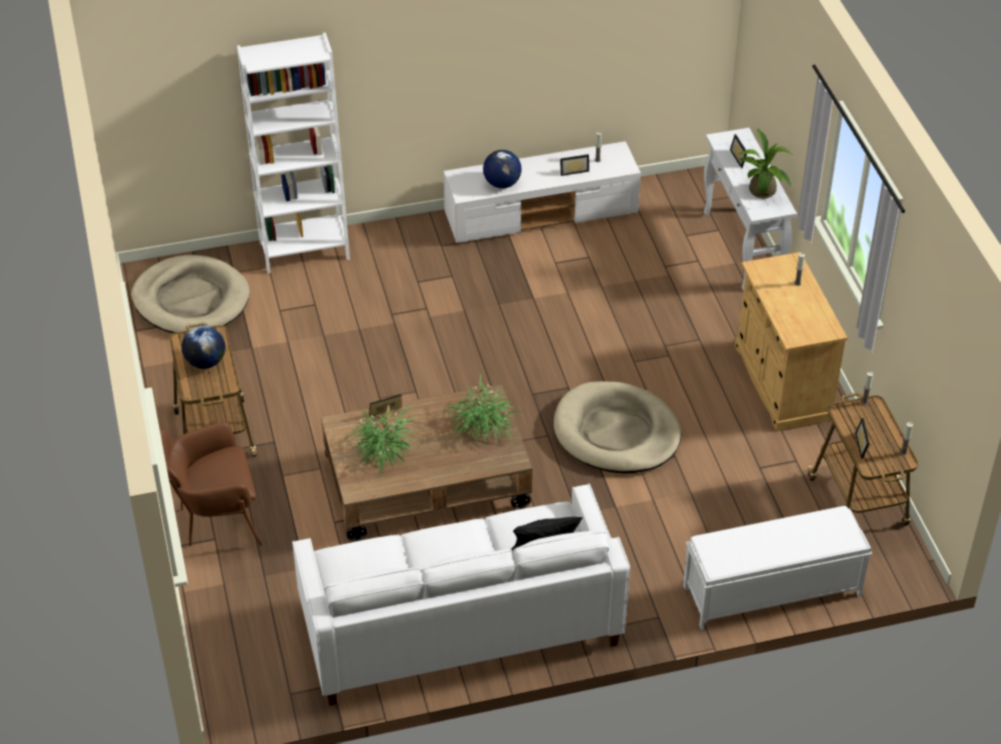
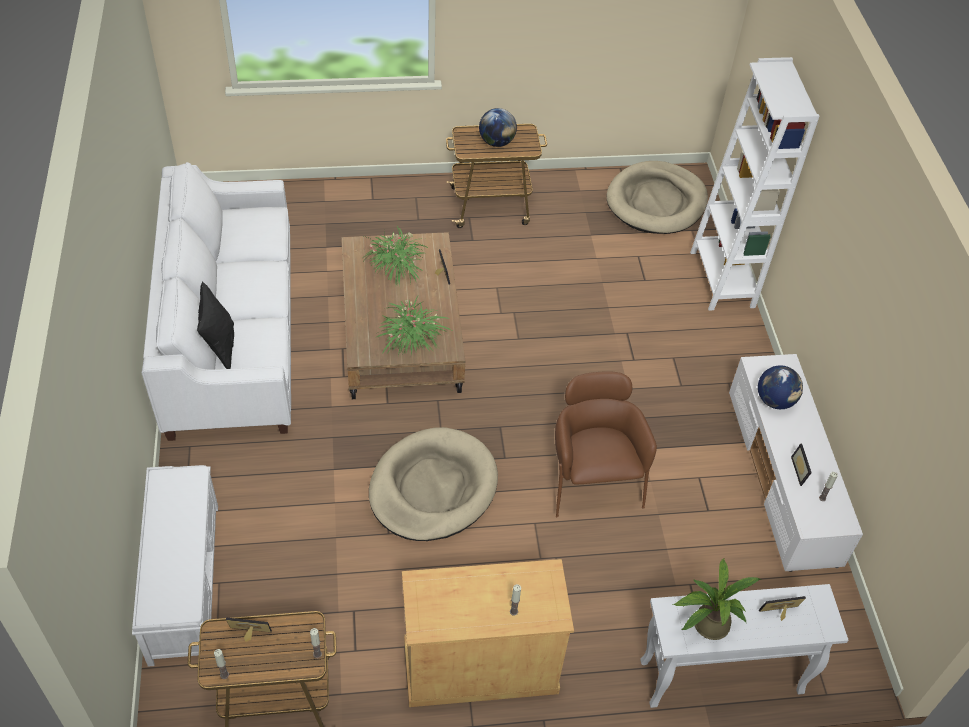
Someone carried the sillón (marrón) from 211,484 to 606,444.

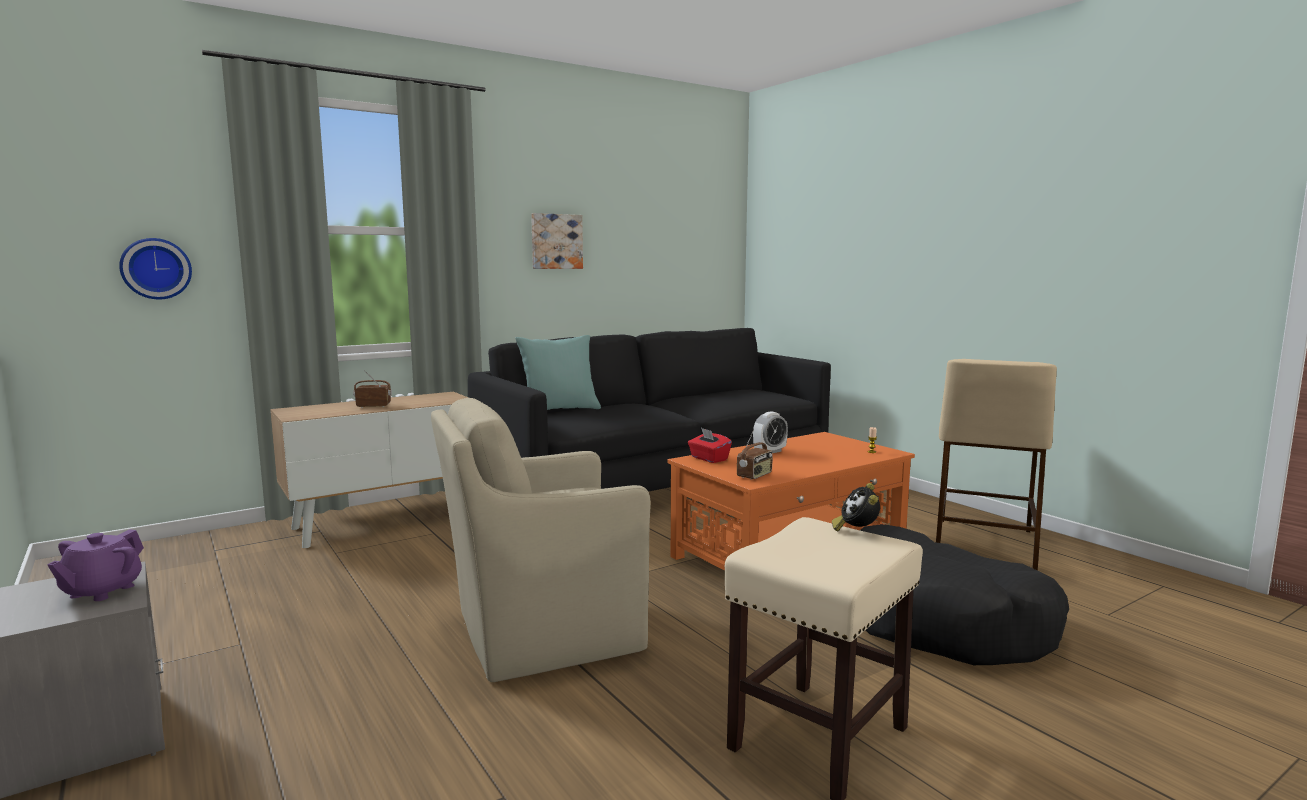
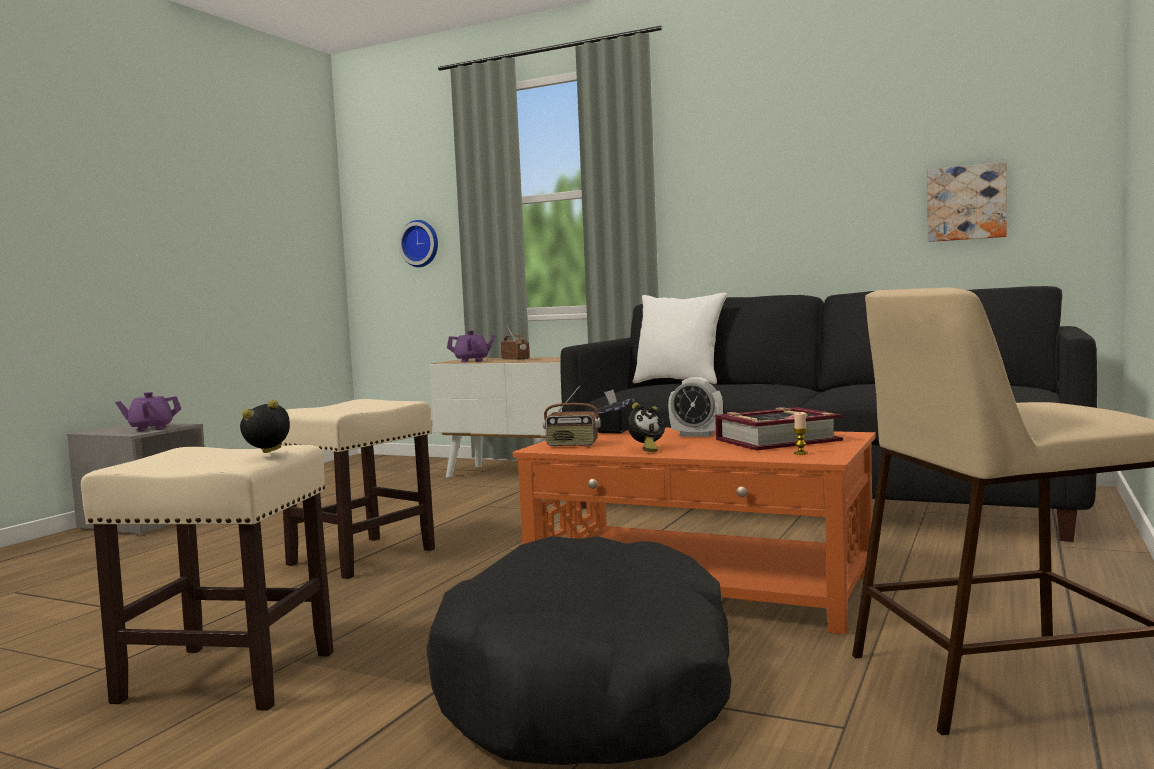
Someone put down the tetera (morado) at 471,346.
Someone put down the despertador at 646,427.
Someone put down the libro at 779,428.
Someone carried the cuadro from 557,241 to 967,202.
Someone swapped the sillón (beis) at 541,540 for the taburete (beis) at 357,489.
Someone repainted the cojín (turquesa) at 558,372, which became the cojín (blanco) at 679,338.
Someone repainted the caja de pañuelos (rojo) at 710,445, which became the caja de pañuelos (negro) at 615,411.

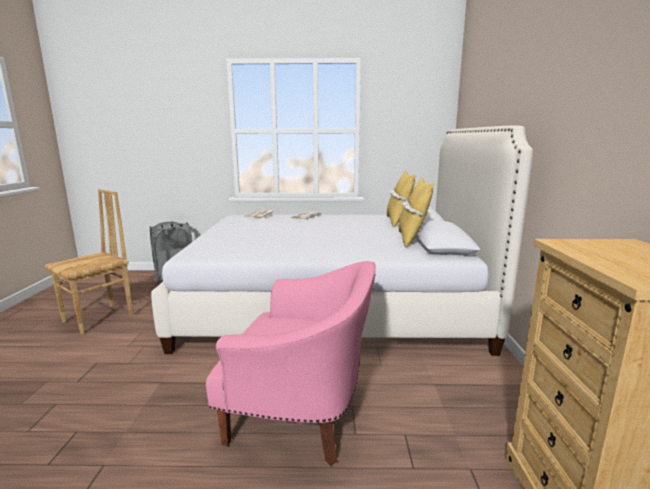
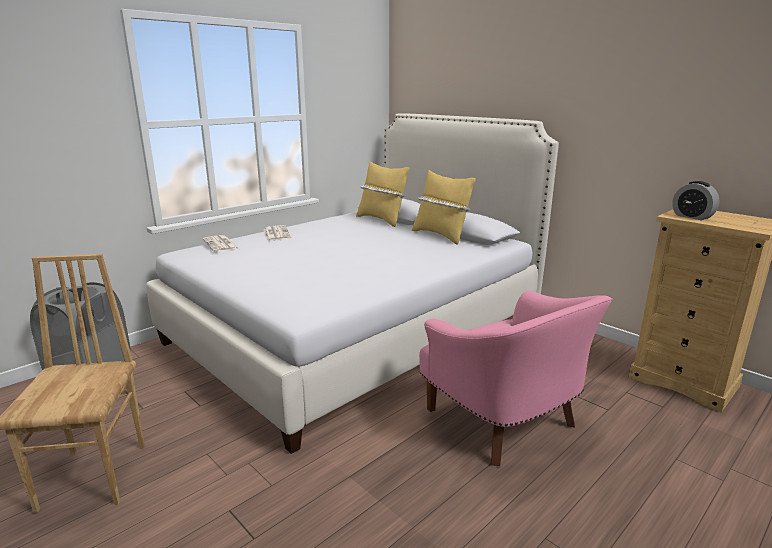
Someone put down the despertador at 695,200.
Someone rotated the sillón (rosa) at 291,363 by 90 degrees clockwise.

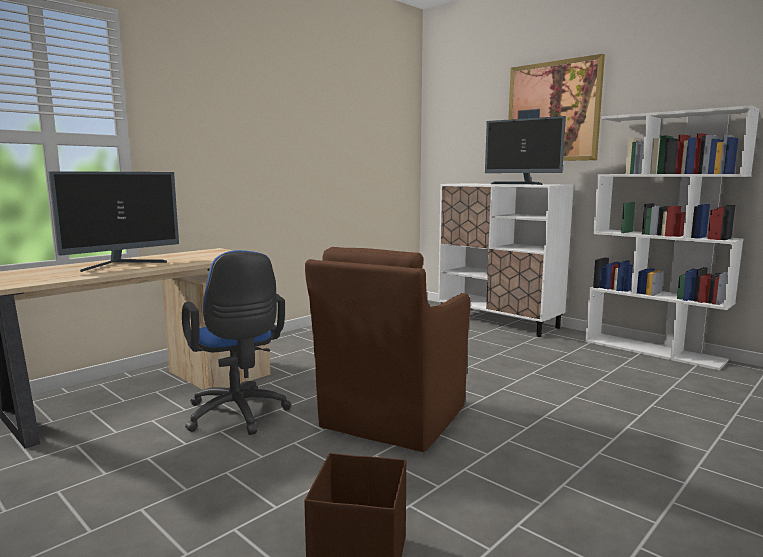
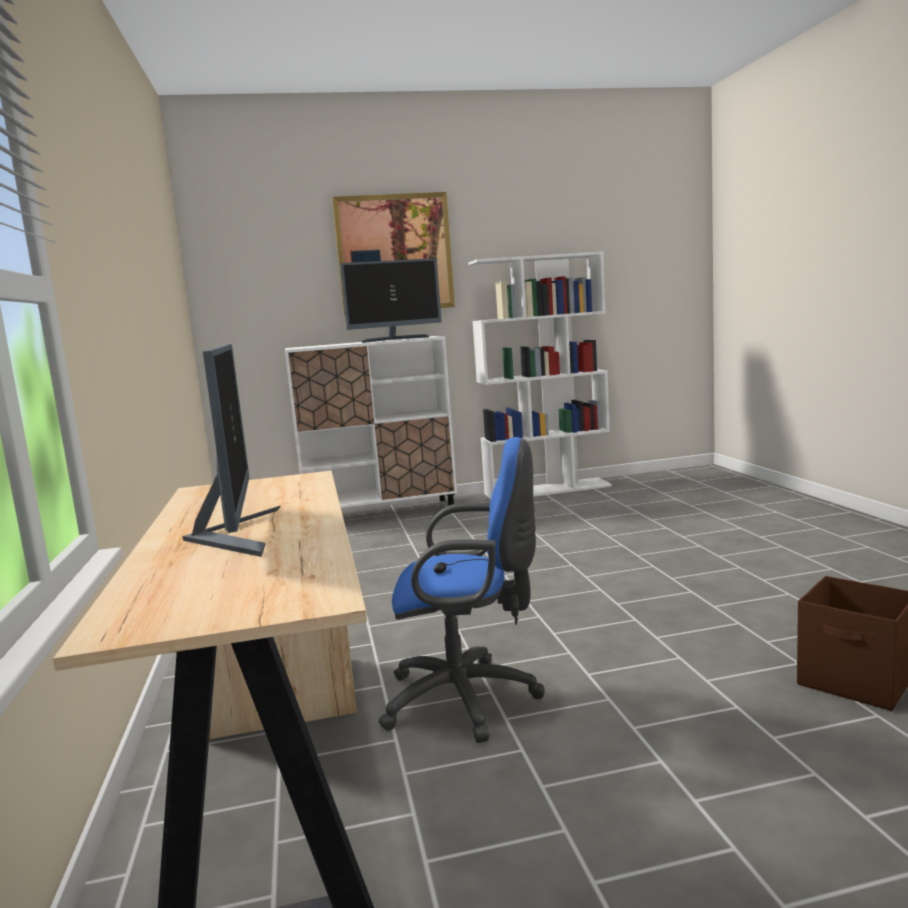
Someone took away the sillón (marrón) at 387,349.

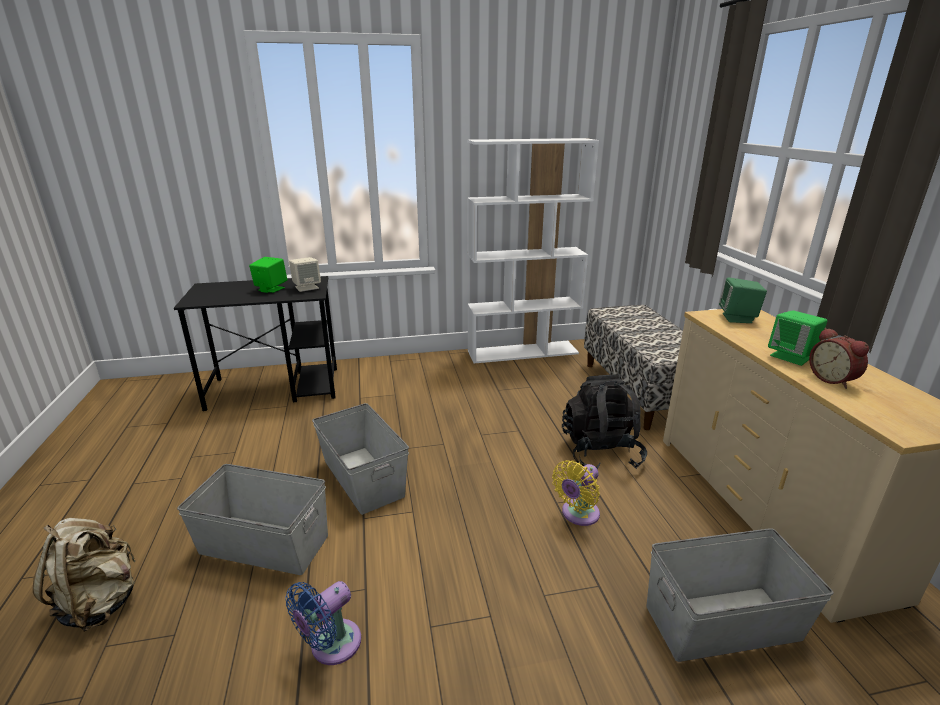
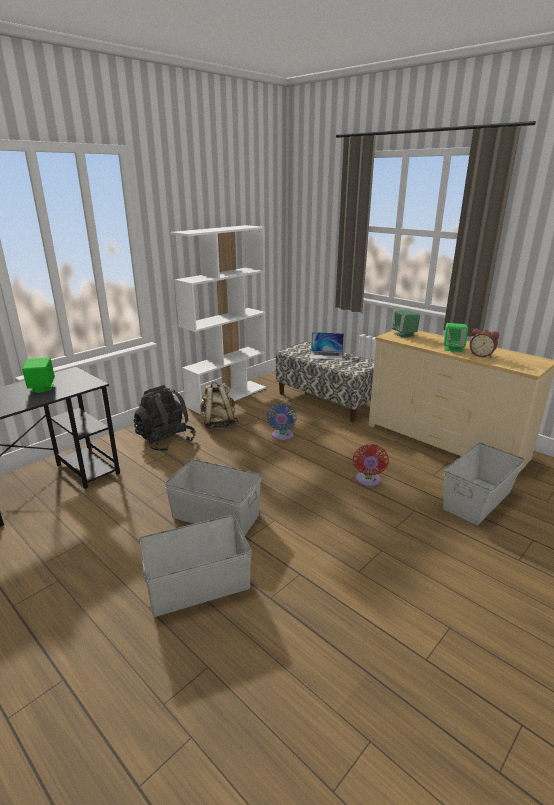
Someone took away the altavoz (beis) at 305,274.
Someone put down the portátil at 327,346.
Someone carried the mochila (beis) from 84,575 to 219,405.
Someone carried the ventilador (azul) from 323,623 to 282,421.
Someone carried the mochila (negro) from 604,422 to 165,418.
Someone repainted the ventilador (amarillo) at 576,493, which became the ventilador (rojo) at 371,465.

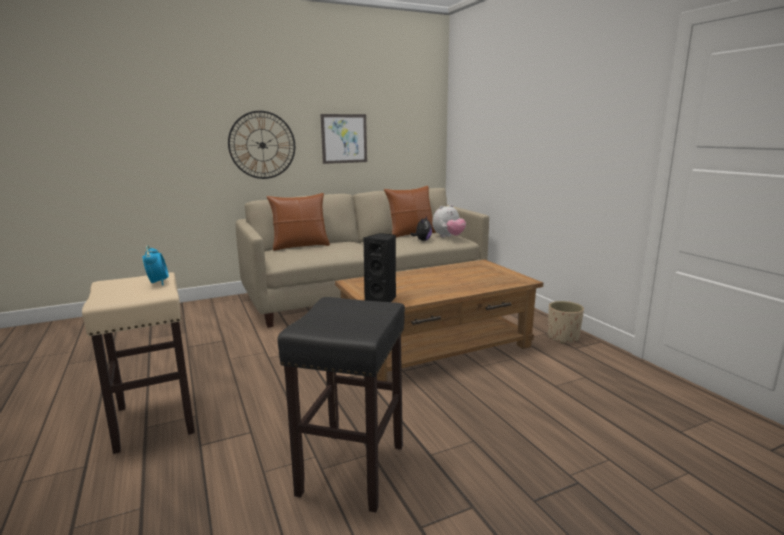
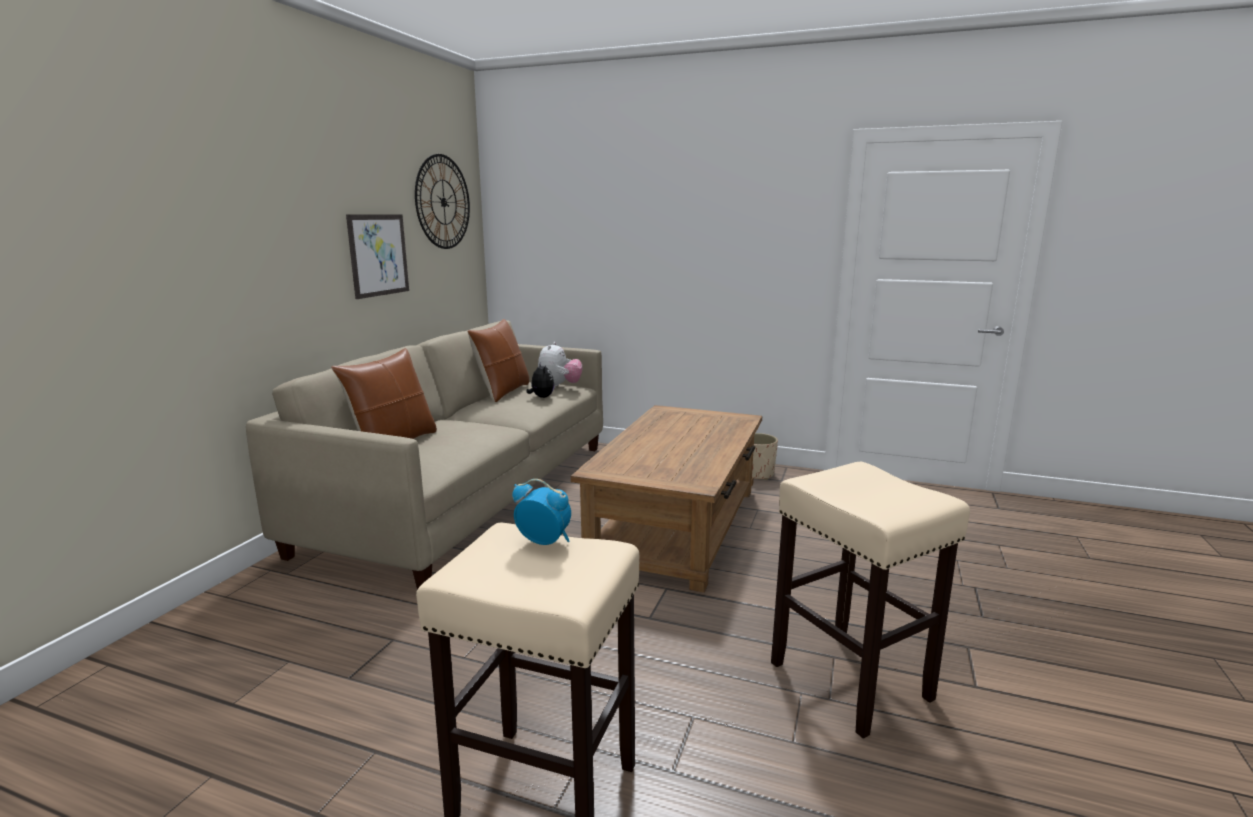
Someone took away the altavoz (negro) at 379,267.
Someone carried the reloj de pared from 261,145 to 442,201.
Someone repainted the taburete (negro) at 341,405, which became the taburete (beis) at 870,600.

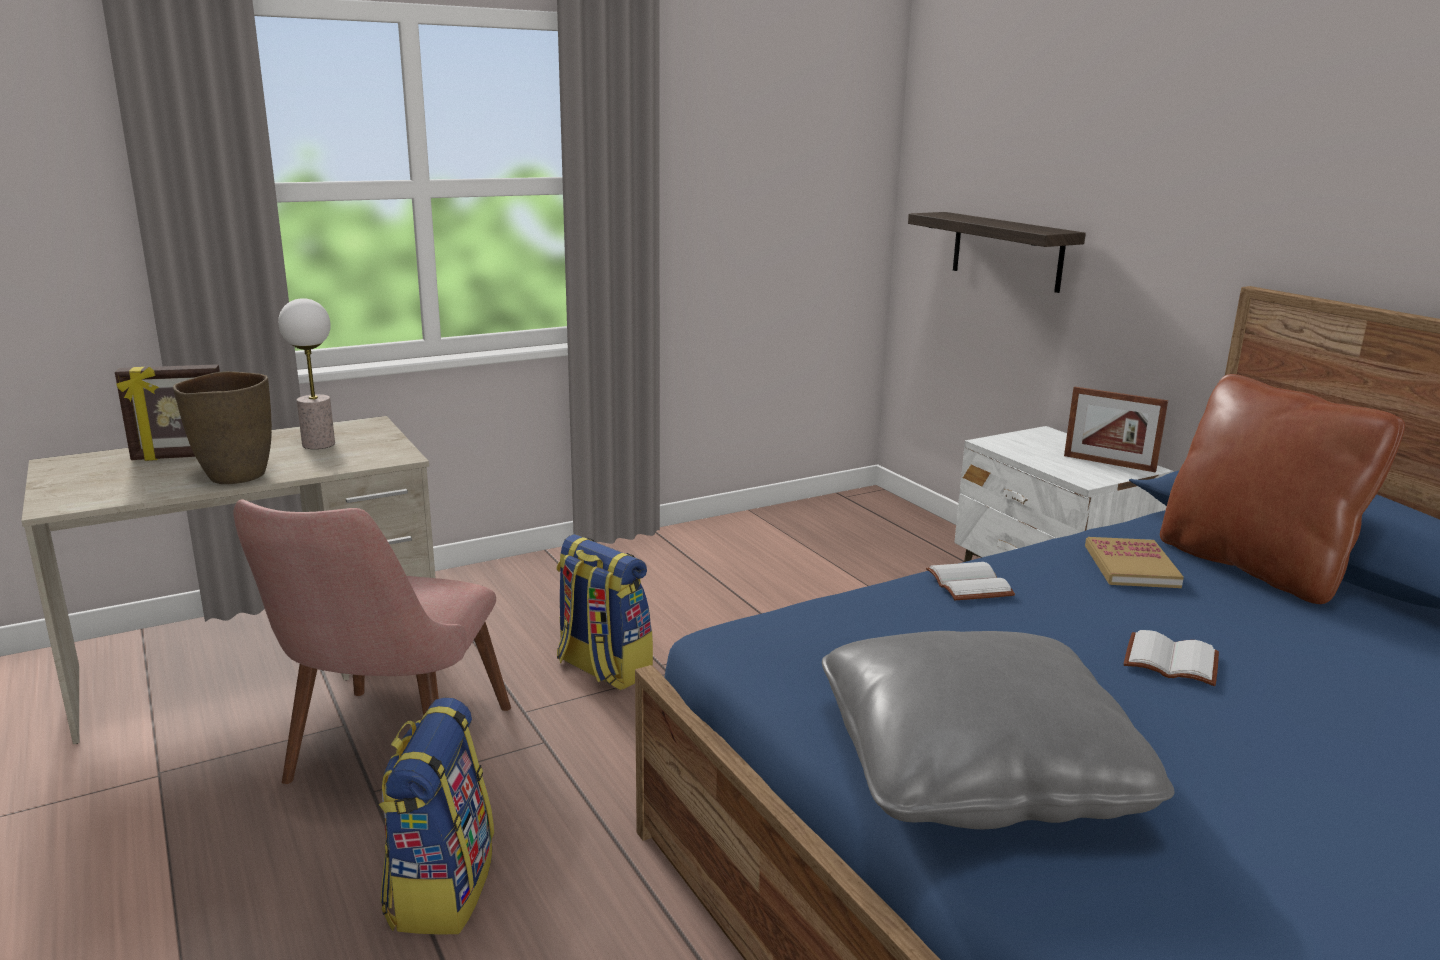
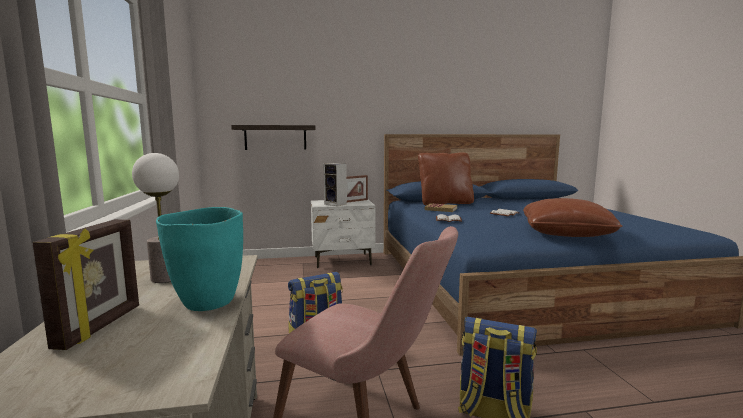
Someone put down the altavoz at 335,184.
Someone repainted the florero (marrón) at 222,427, which became the florero (turquesa) at 199,259.
Someone repainted the cojín (gris) at 998,730, which became the cojín (marrón) at 572,217.

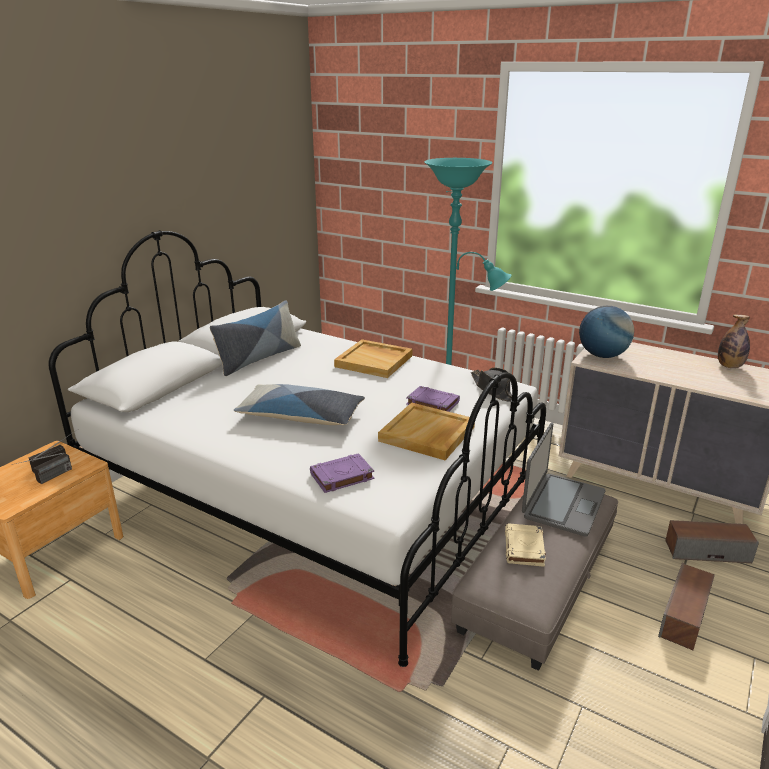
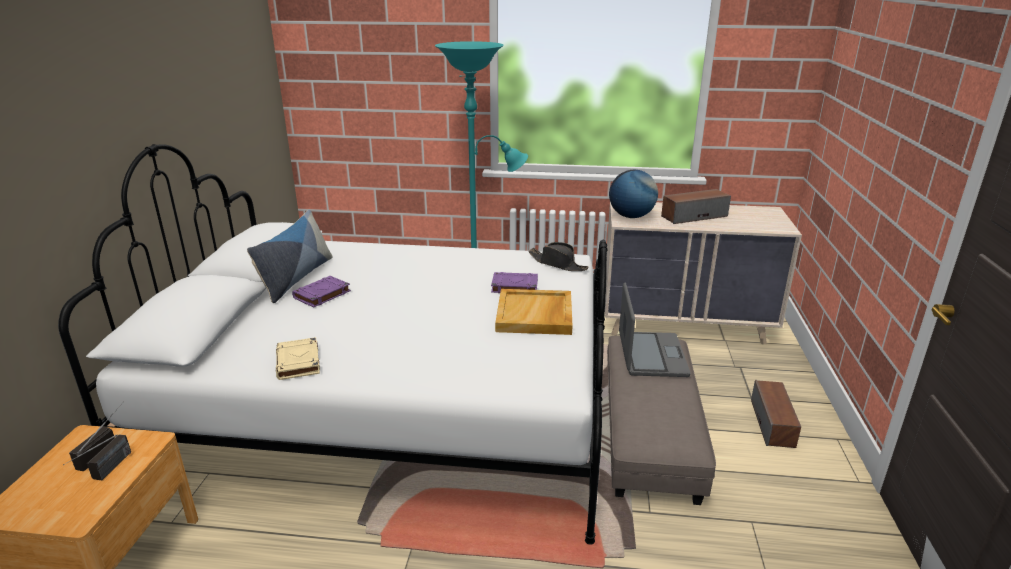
Someone took away the cojín at 299,404.
Someone took away the bandeja (beis) at 373,358.
Someone took away the botella at 734,341.
Someone carried the libro (morado) from 342,473 to 321,292.
Someone carried the libro (beis) from 525,545 to 298,358.
Someone carried the altavoz from 712,541 to 696,206.

